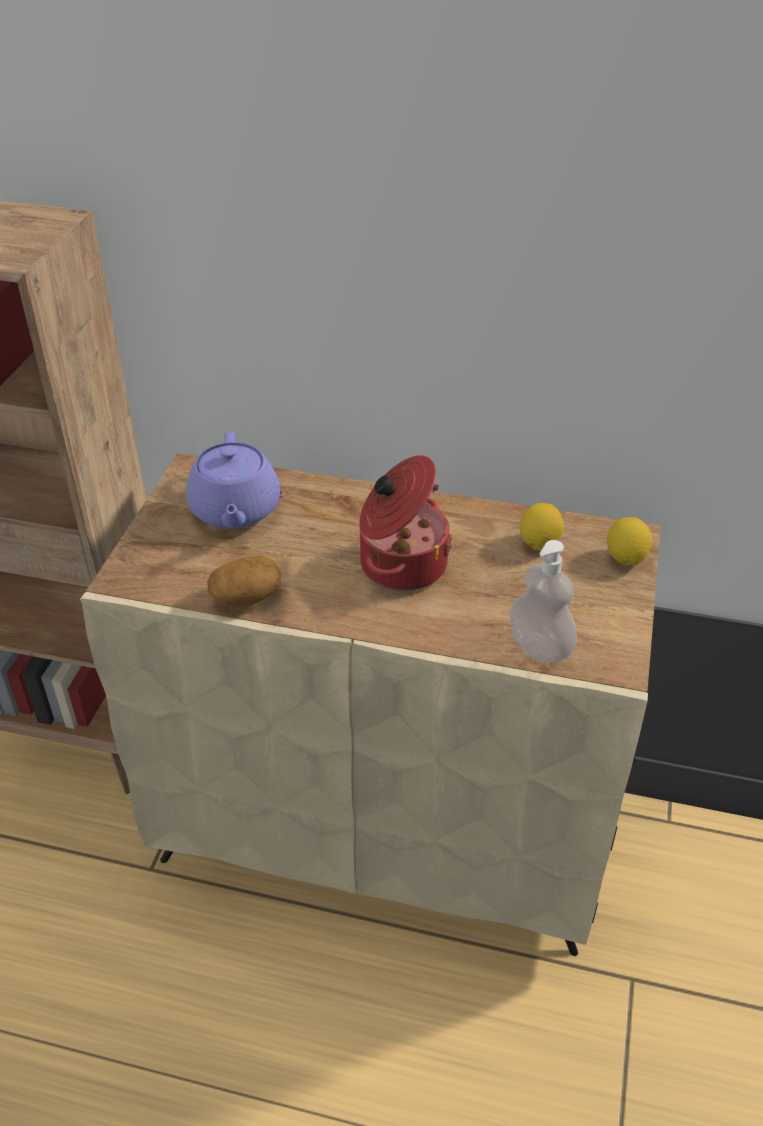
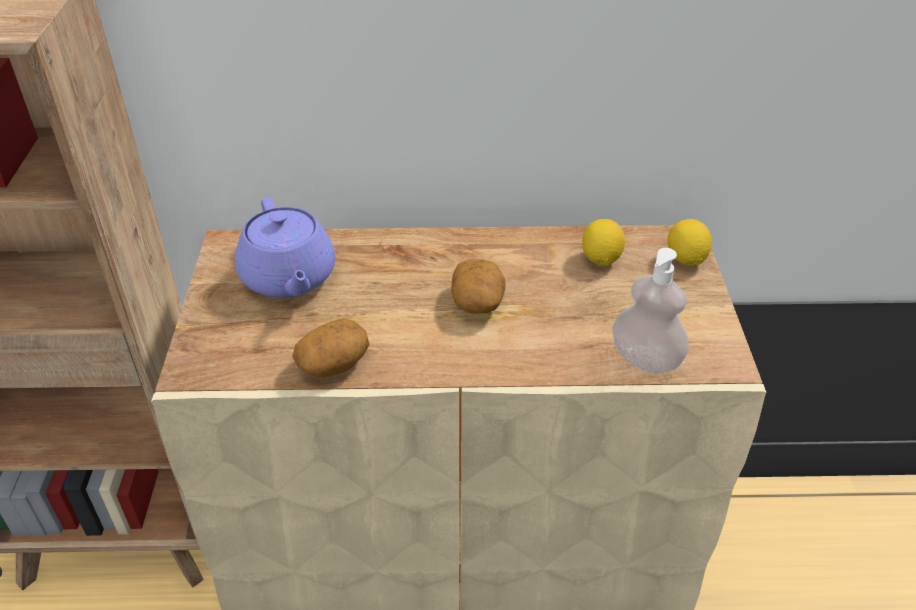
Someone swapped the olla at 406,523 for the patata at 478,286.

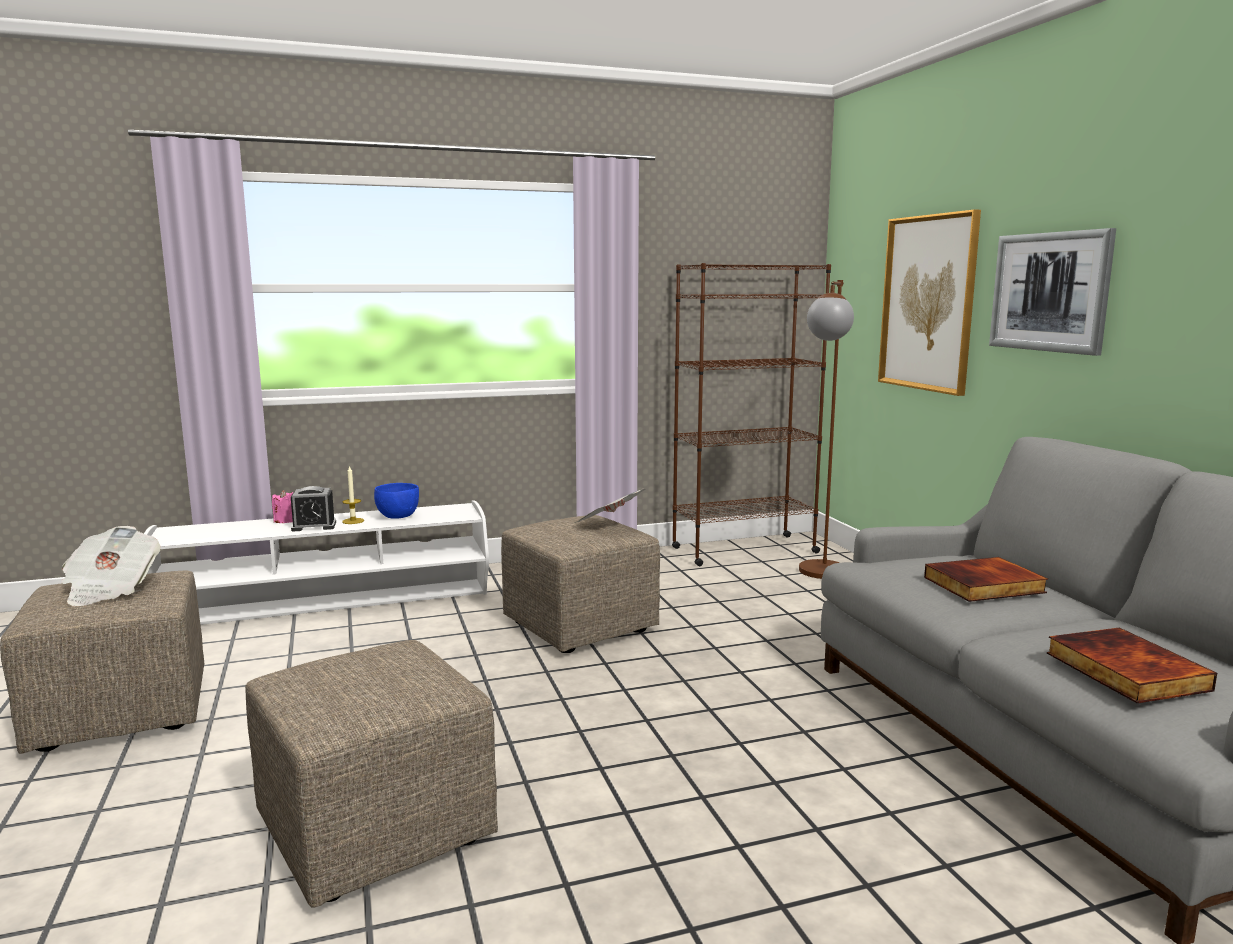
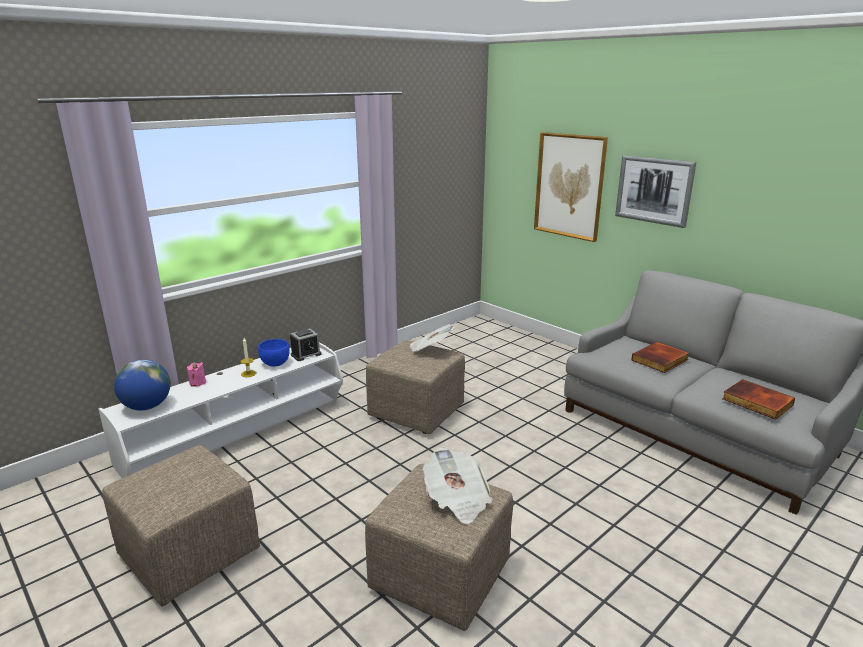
Someone took away the estantería (marrón) at 751,414.
Someone took away the lámpara de pie (marrón) at 826,429.
Someone put down the globo terráqueo at 142,384.
Someone carried the periódico from 111,566 to 458,486.
Someone carried the despertador from 313,509 to 305,344.

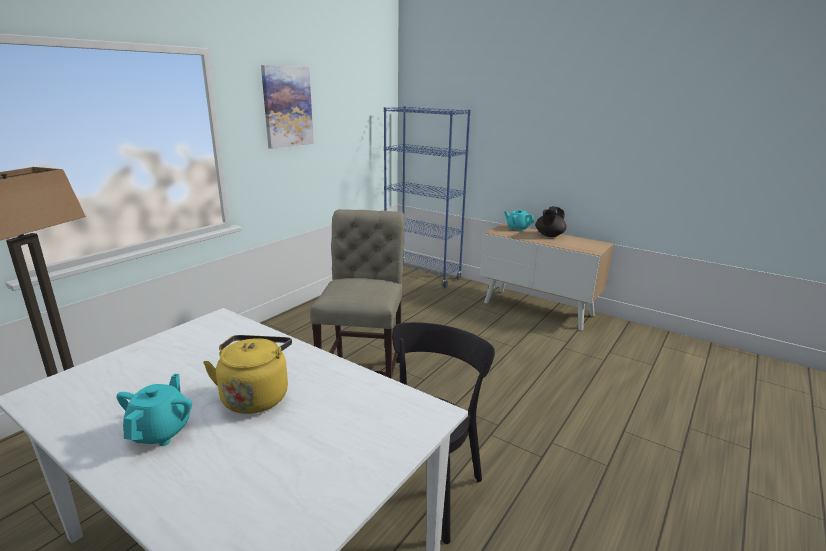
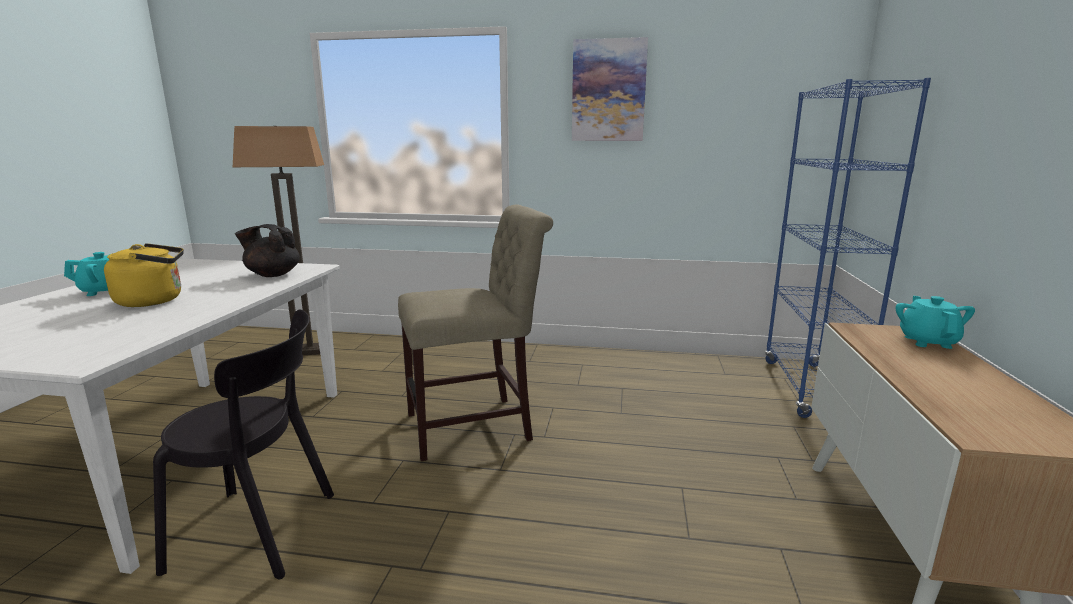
Someone carried the tetera (negro) from 550,221 to 267,250.

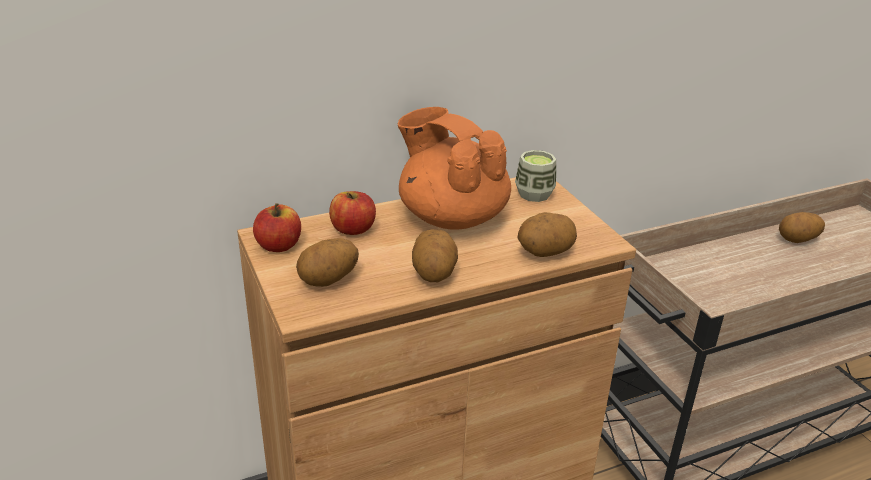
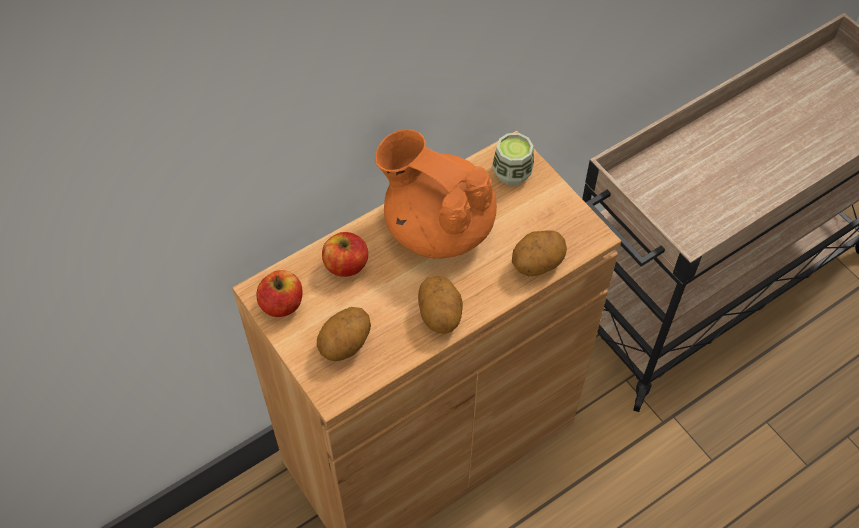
Someone took away the patata at 802,227.

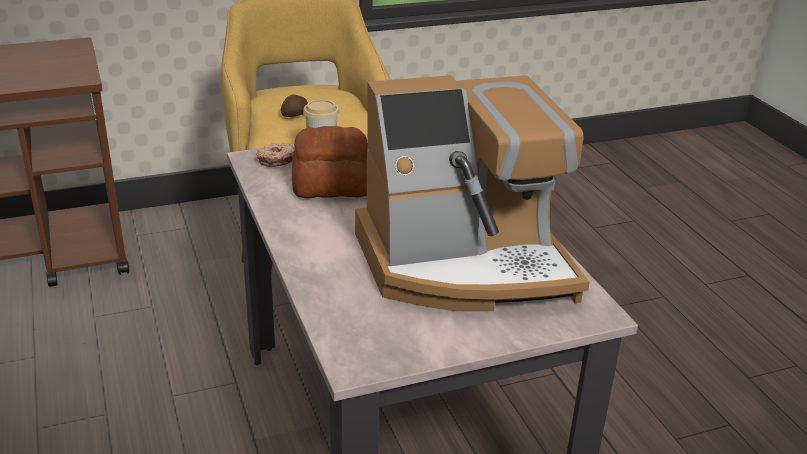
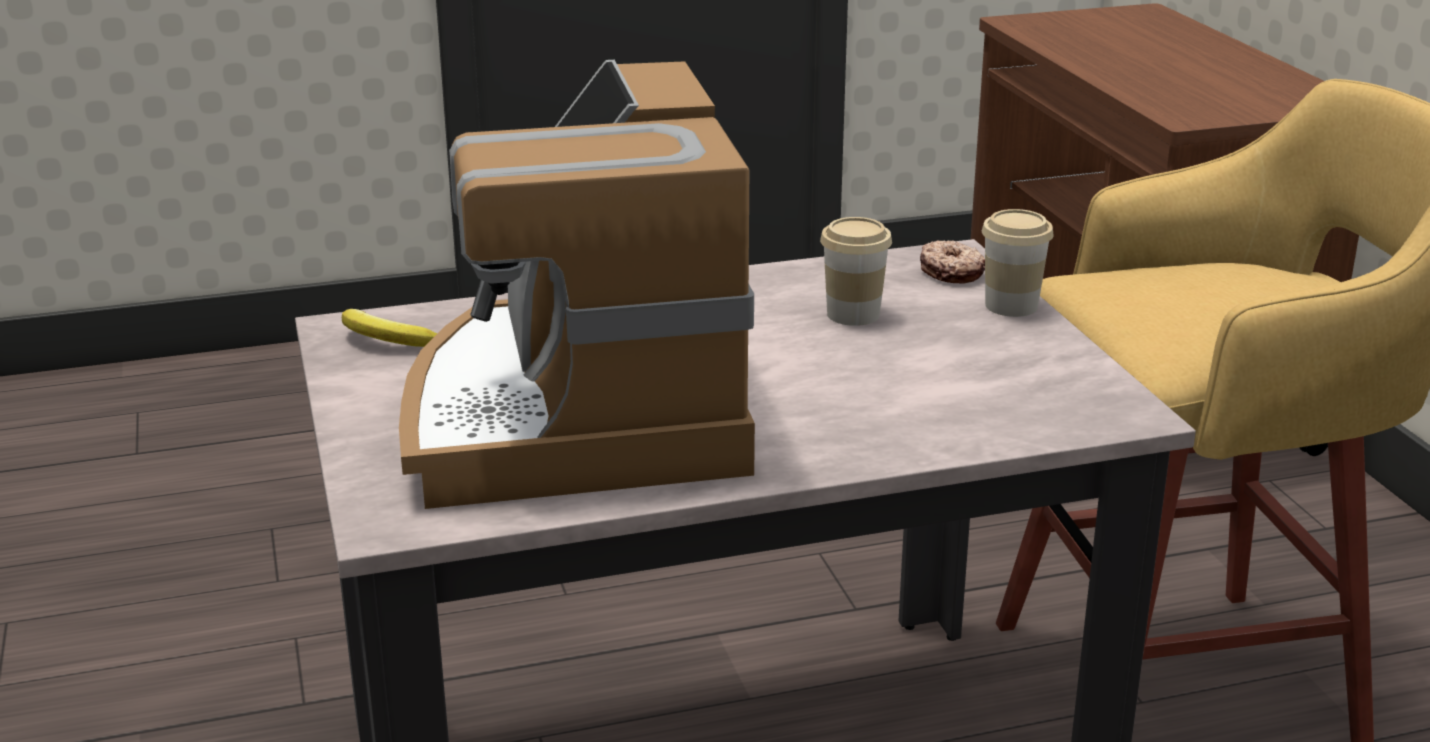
Someone took away the patata at 294,106.
Someone put down the plátano at 389,328.
Someone swapped the pan at 330,162 for the taza at 856,271.

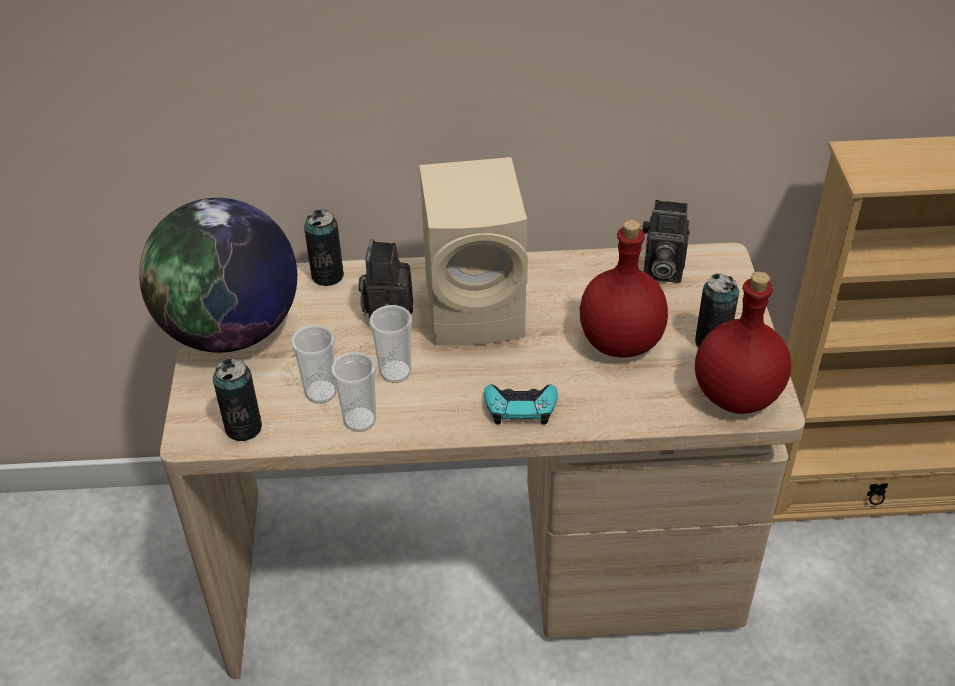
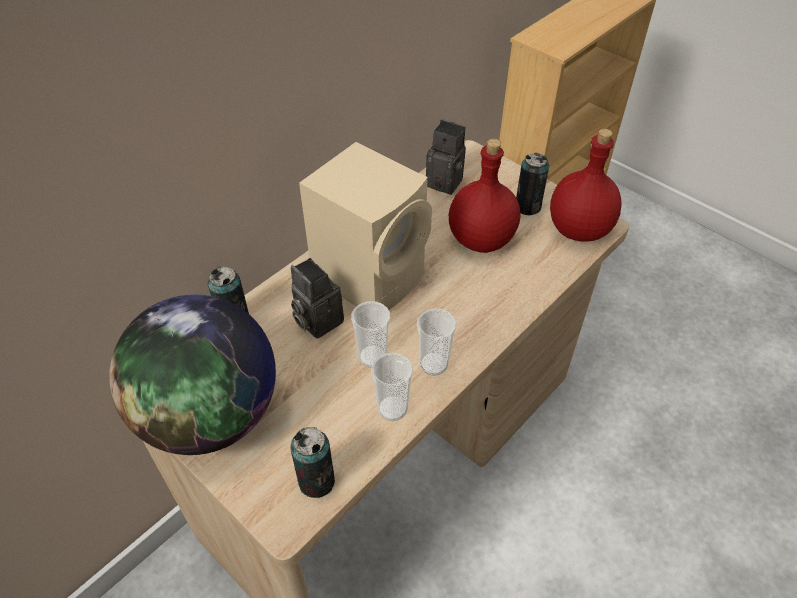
Someone took away the mando de consola (turquesa) at 521,404.
Someone carried the taza from 314,364 to 437,342.
Someone rotated the cámara at 666,241 by 120 degrees counterclockwise.

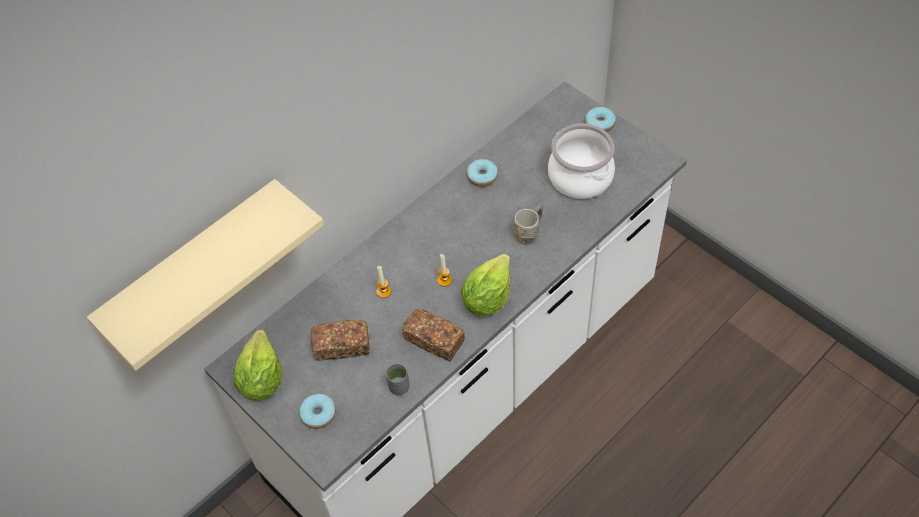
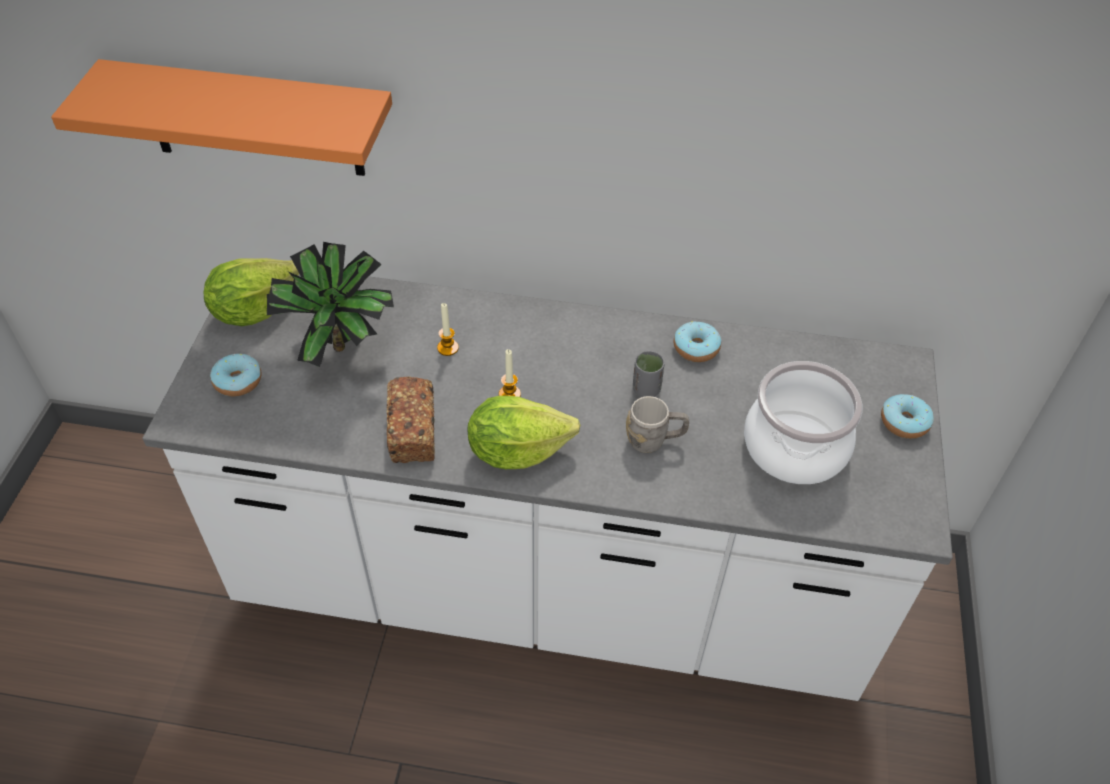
Someone carried the taza (gris) from 398,380 to 649,374.
Someone swapped the pan at 340,340 for the planta en maceta at 330,304.
Someone repainted the estante (beis) at 205,275, which became the estante (naranja) at 221,117.

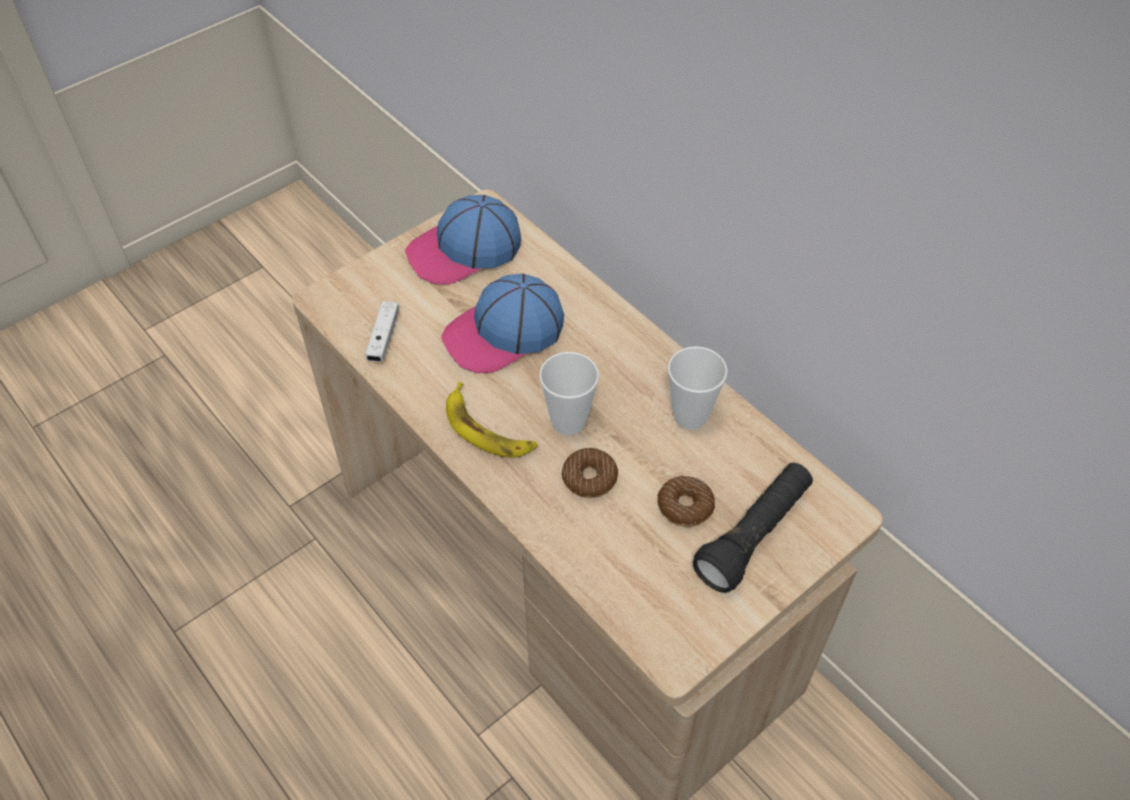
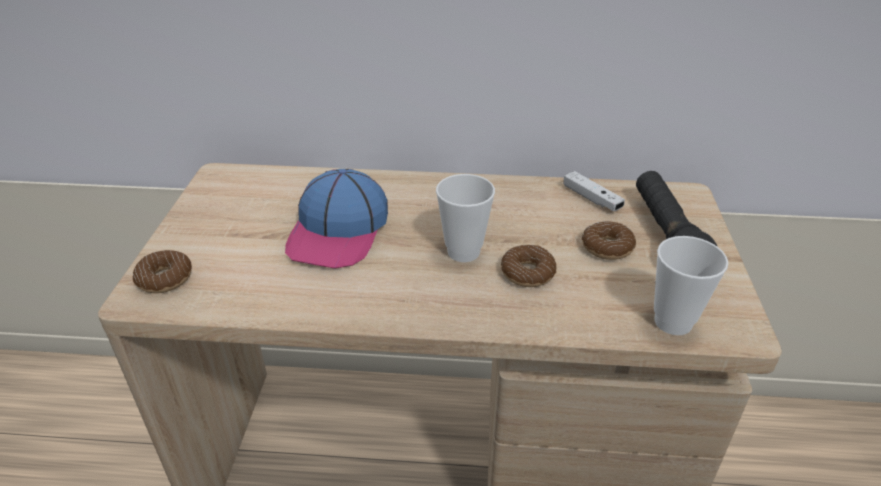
Someone took away the gorra at 463,240.
Someone took away the plátano at 491,420.
Someone put down the rosquilla at 162,271.
Someone carried the mando de consola (blanco) from 382,331 to 594,191.
Someone carried the taza from 698,388 to 691,285.

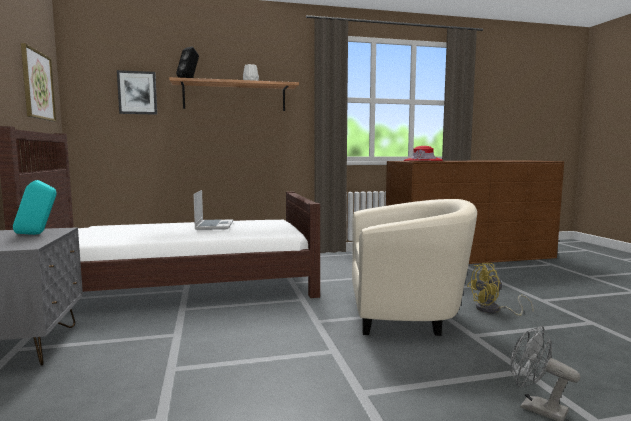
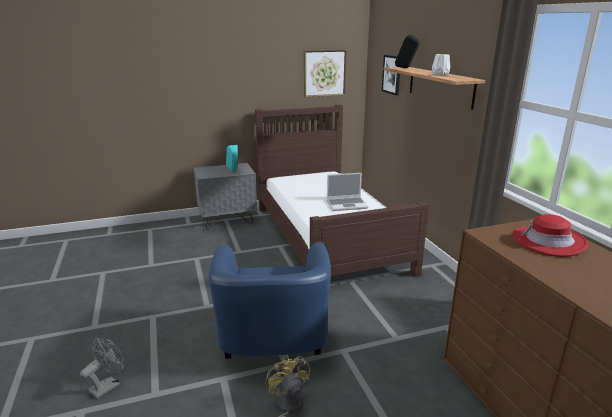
Someone repainted the sillón (beis) at 414,267, which became the sillón (azul) at 270,300.

